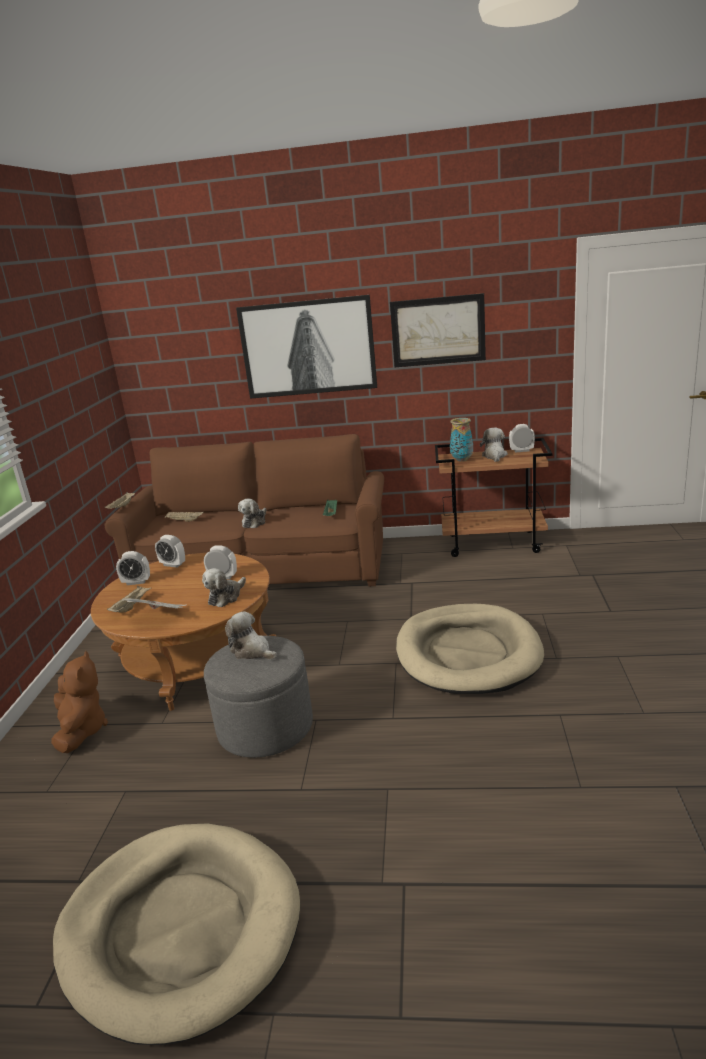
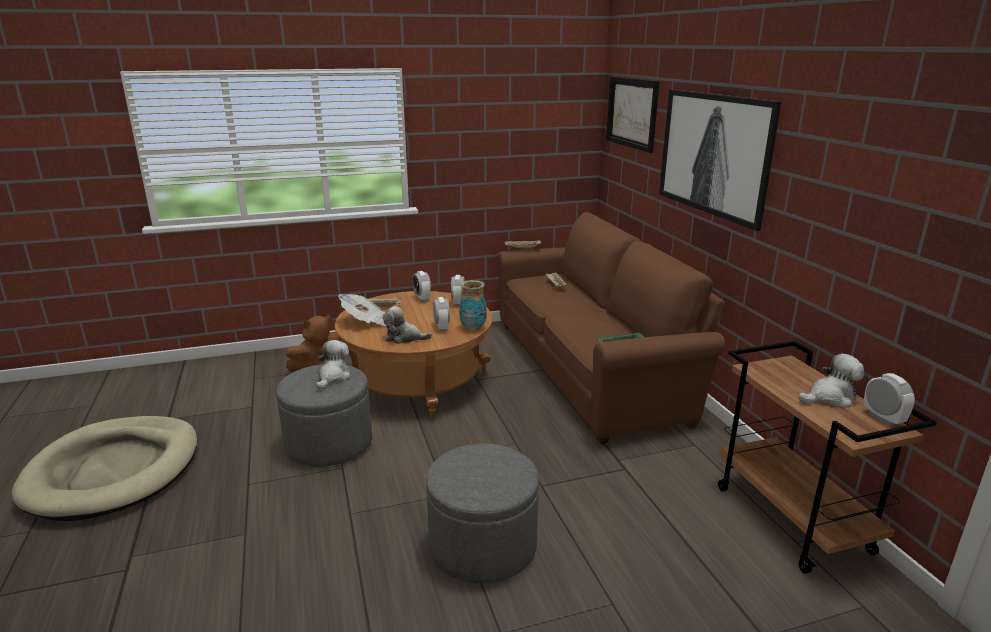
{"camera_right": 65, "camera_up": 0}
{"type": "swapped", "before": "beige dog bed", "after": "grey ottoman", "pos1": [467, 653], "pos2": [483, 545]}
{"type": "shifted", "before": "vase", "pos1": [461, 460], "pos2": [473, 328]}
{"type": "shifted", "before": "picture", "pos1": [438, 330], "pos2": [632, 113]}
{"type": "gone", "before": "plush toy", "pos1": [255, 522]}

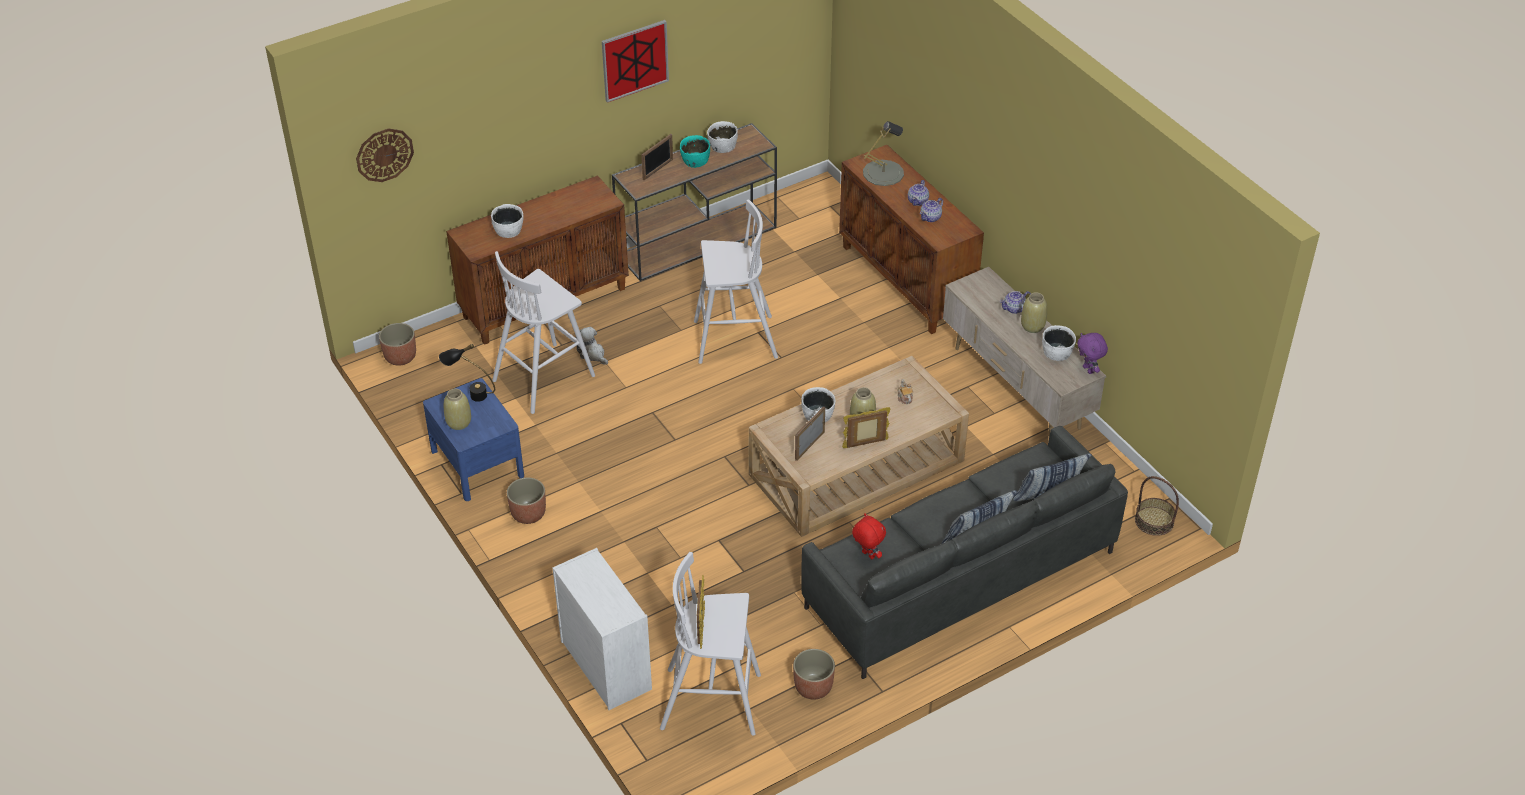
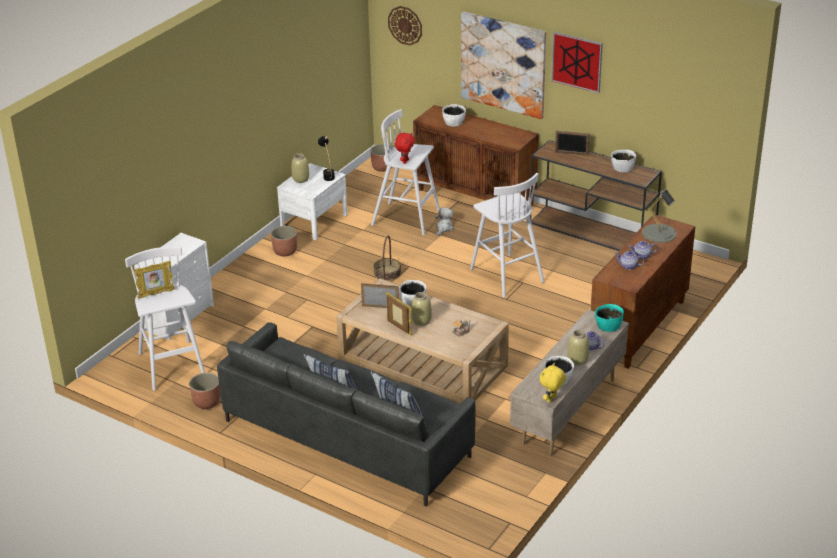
{"camera_right": 65, "camera_up": -10}
{"type": "repainted", "before": "blue nightstand", "after": "white nightstand", "pos1": [477, 463], "pos2": [314, 221]}
{"type": "shifted", "before": "basket", "pos1": [1154, 521], "pos2": [387, 273]}
{"type": "shifted", "before": "red plush toy", "pos1": [867, 555], "pos2": [405, 161]}
{"type": "new", "after": "picture", "pos2": [503, 64]}
{"type": "repainted", "before": "purple plush toy", "after": "yellow plush toy", "pos1": [1089, 369], "pos2": [552, 399]}
{"type": "shifted", "before": "turquoise bowl", "pos1": [695, 161], "pos2": [608, 326]}

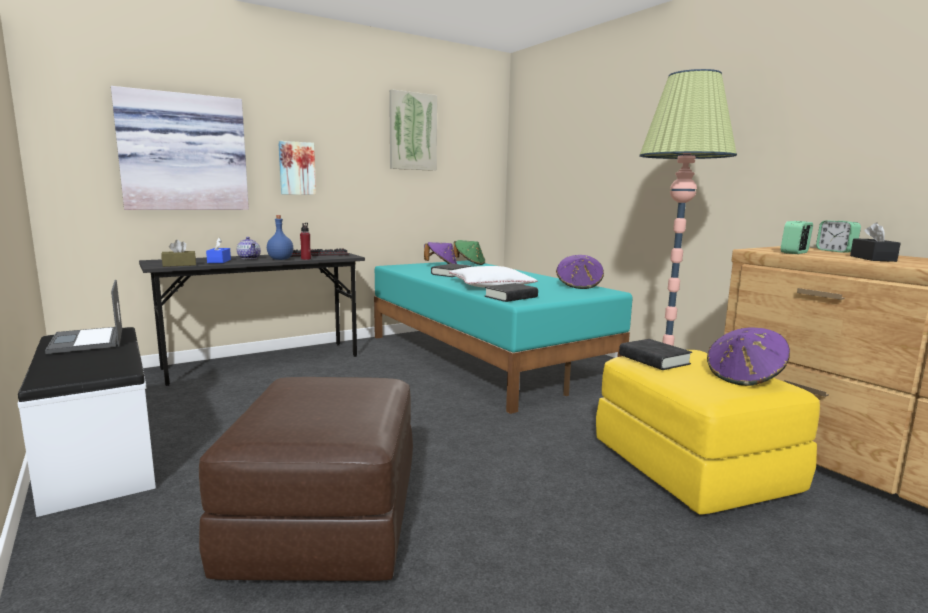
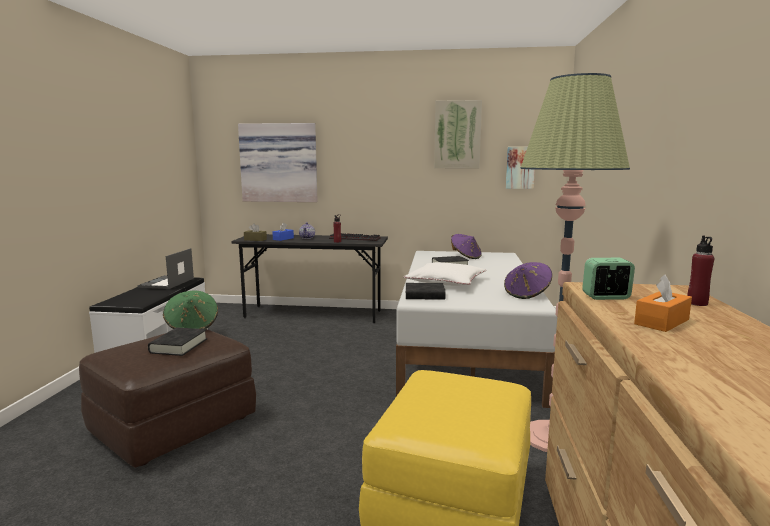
{"camera_right": 40, "camera_up": 0}
{"type": "shifted", "before": "black book", "pos1": [654, 360], "pos2": [178, 346]}
{"type": "shifted", "before": "green hat", "pos1": [469, 263], "pos2": [192, 326]}
{"type": "repainted", "before": "turquoise bed", "after": "white bed", "pos1": [484, 357], "pos2": [467, 347]}
{"type": "shifted", "before": "picture", "pos1": [296, 168], "pos2": [520, 167]}
{"type": "repainted", "before": "black tissue box", "after": "orange tissue box", "pos1": [872, 258], "pos2": [661, 322]}
{"type": "swapped", "before": "alarm clock", "after": "red bottle", "pos1": [835, 251], "pos2": [697, 303]}
{"type": "gone", "before": "blue bottle", "pos1": [280, 259]}
{"type": "gone", "before": "purple hat", "pos1": [744, 377]}

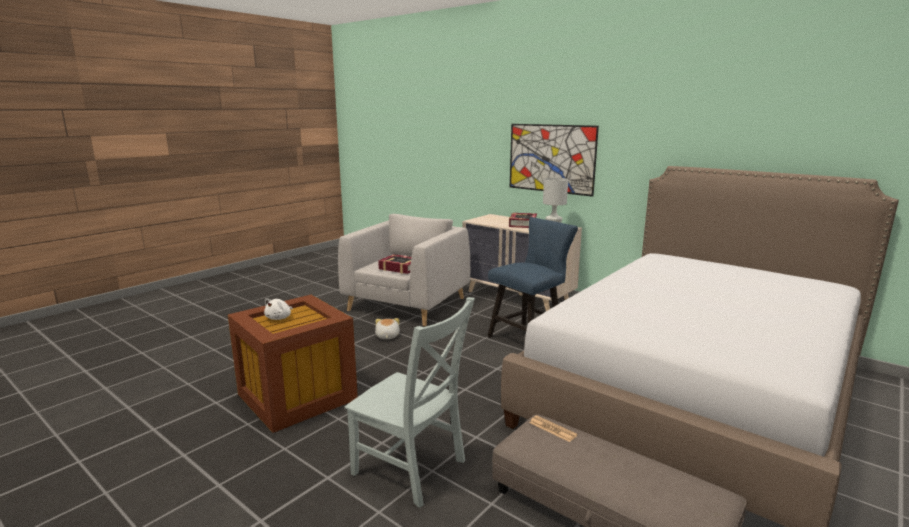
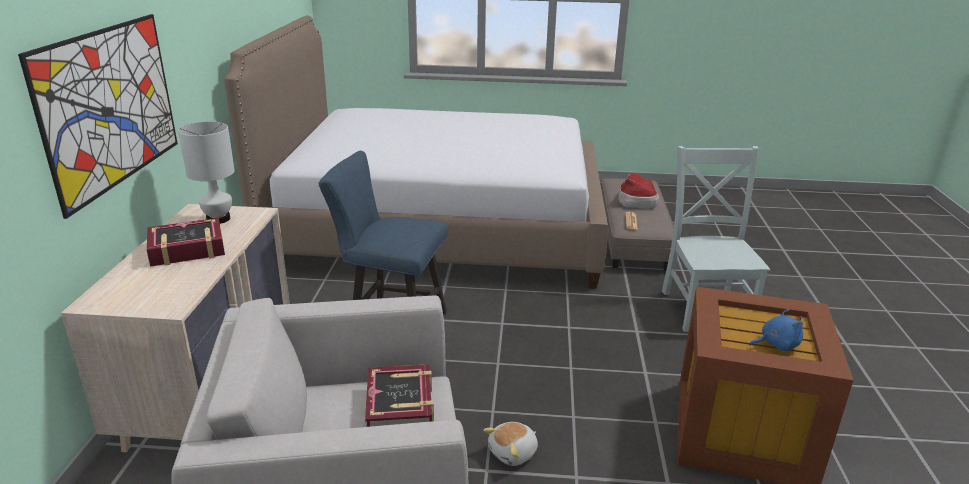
{"camera_right": -125, "camera_up": 10}
{"type": "new", "after": "hat", "pos2": [636, 201]}
{"type": "repainted", "before": "white plush toy", "after": "blue plush toy", "pos1": [279, 318], "pos2": [776, 344]}

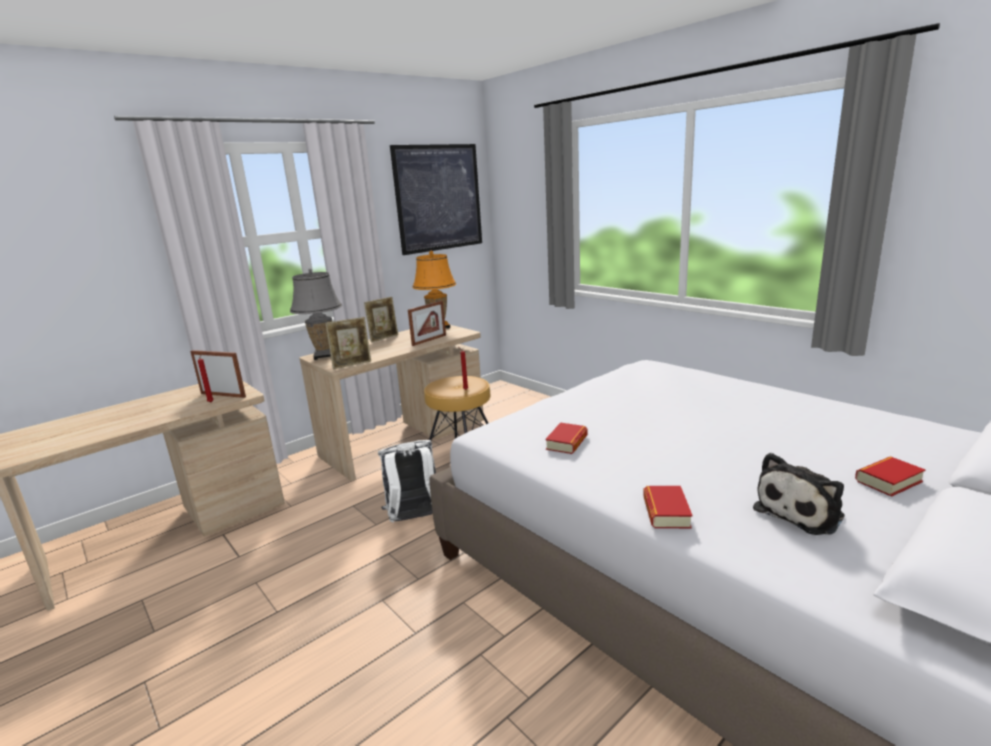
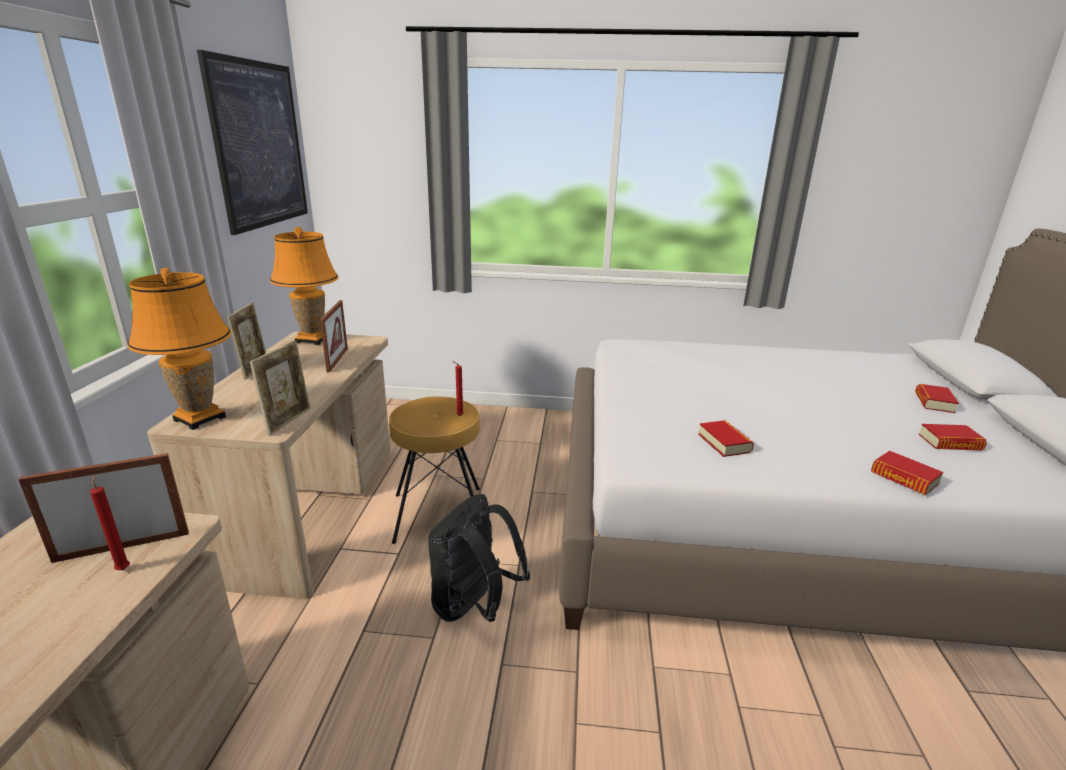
{"camera_right": -45, "camera_up": 5}
{"type": "repainted", "before": "grey table lamp", "after": "orange table lamp", "pos1": [324, 356], "pos2": [199, 418]}
{"type": "repainted", "before": "white backpack", "after": "black backpack", "pos1": [414, 520], "pos2": [473, 606]}
{"type": "swapped", "before": "plush toy", "after": "book", "pos1": [801, 511], "pos2": [950, 442]}

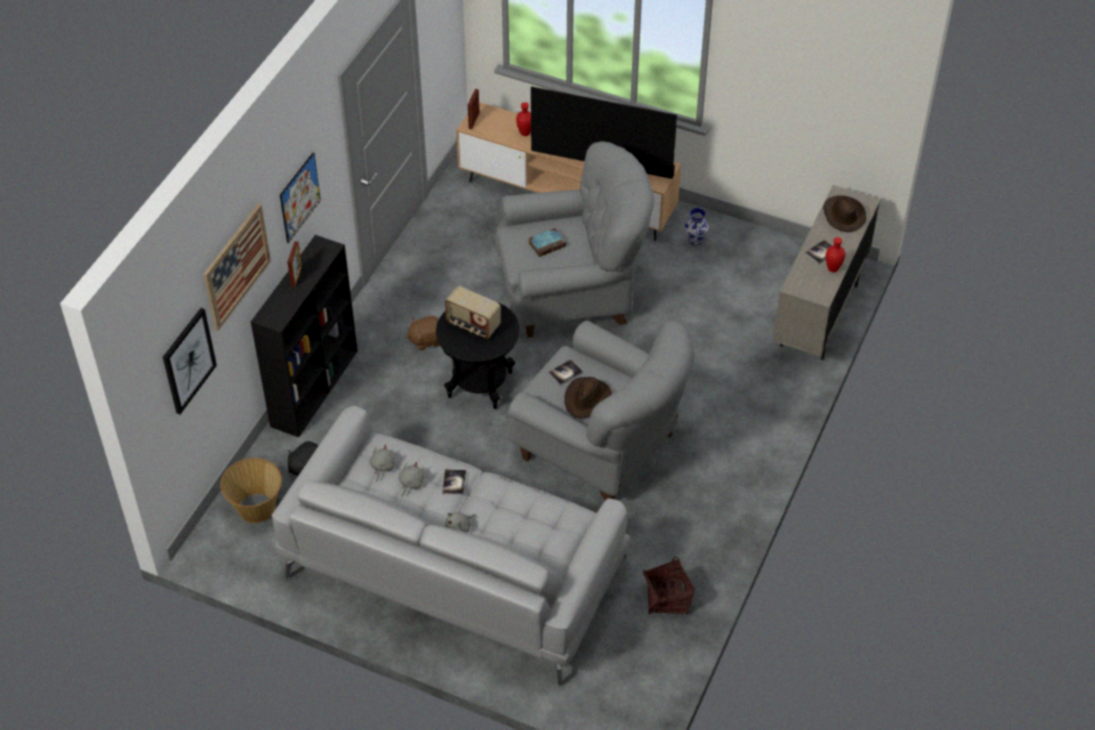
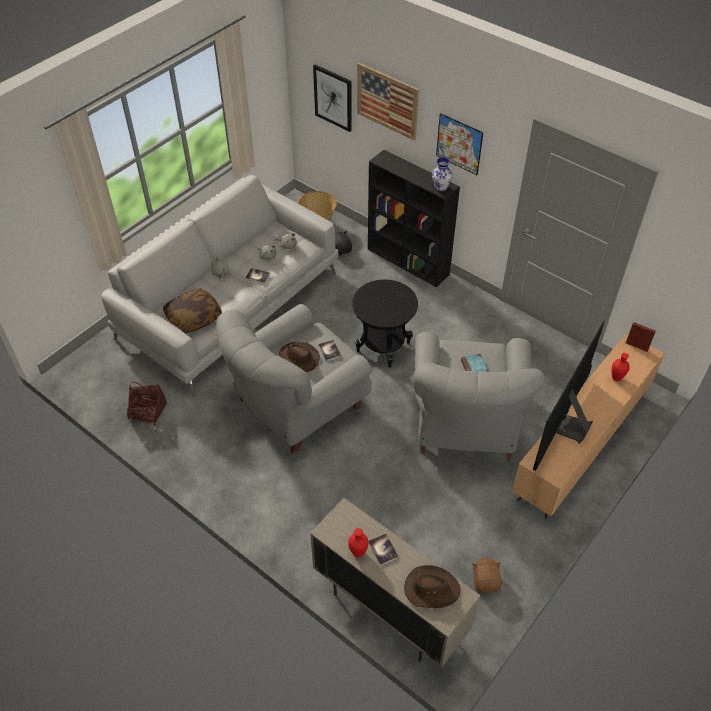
{"camera_right": 105, "camera_up": 0}
{"type": "new", "after": "pillow", "pos2": [194, 317]}
{"type": "shifted", "before": "vase", "pos1": [695, 240], "pos2": [440, 188]}
{"type": "shifted", "before": "brown plush toy", "pos1": [426, 340], "pos2": [486, 581]}
{"type": "gone", "before": "picture frame", "pos1": [296, 276]}
{"type": "gone", "before": "radio", "pos1": [473, 325]}

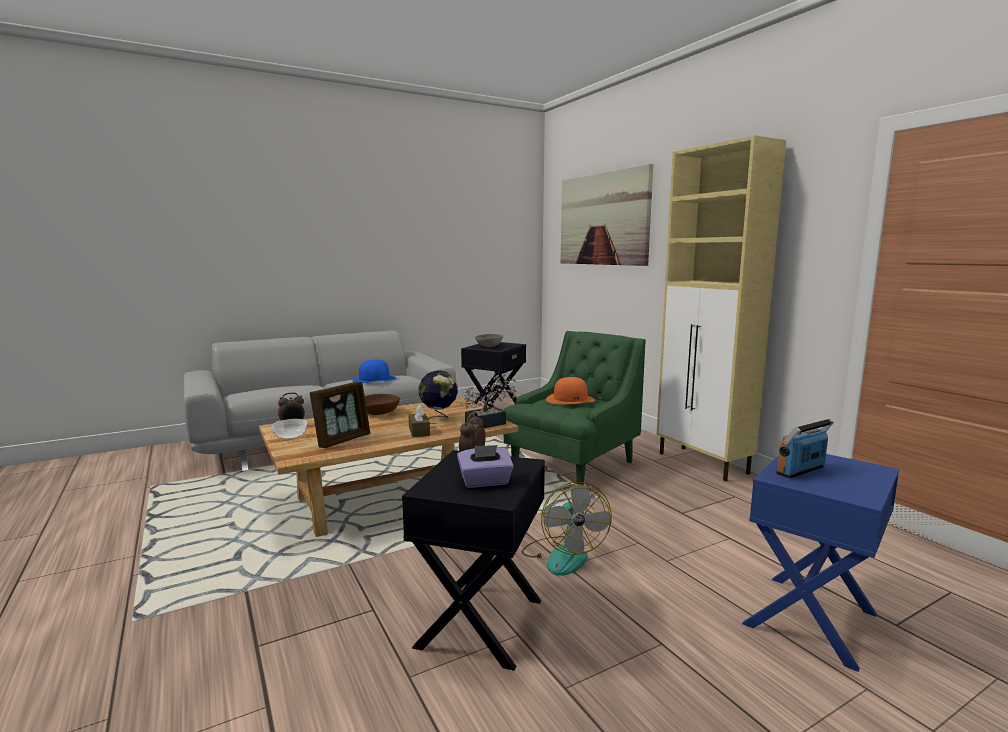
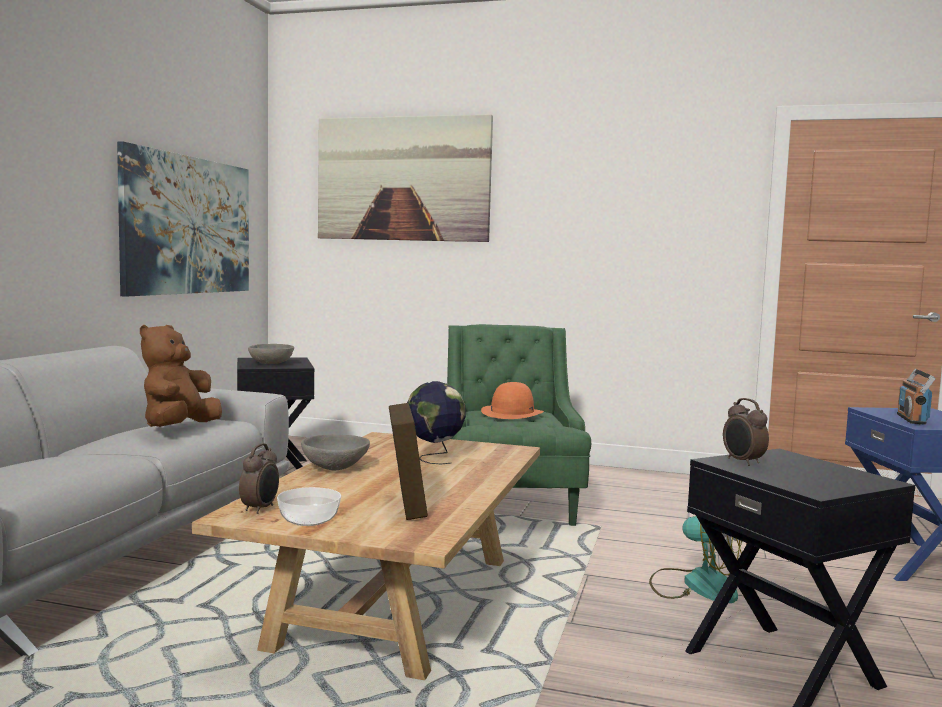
{"camera_right": -45, "camera_up": -5}
{"type": "new", "after": "picture", "pos2": [188, 225]}
{"type": "swapped", "before": "blue hat", "after": "brown plush toy", "pos1": [374, 379], "pos2": [179, 428]}
{"type": "repainted", "before": "brown bowl", "after": "grey bowl", "pos1": [379, 413], "pos2": [335, 468]}
{"type": "gone", "before": "brown tissue box", "pos1": [419, 431]}
{"type": "gone", "before": "purple tissue box", "pos1": [485, 482]}
{"type": "gone", "before": "potted plant", "pos1": [490, 423]}
{"type": "gone", "before": "beige cabinet", "pos1": [703, 463]}

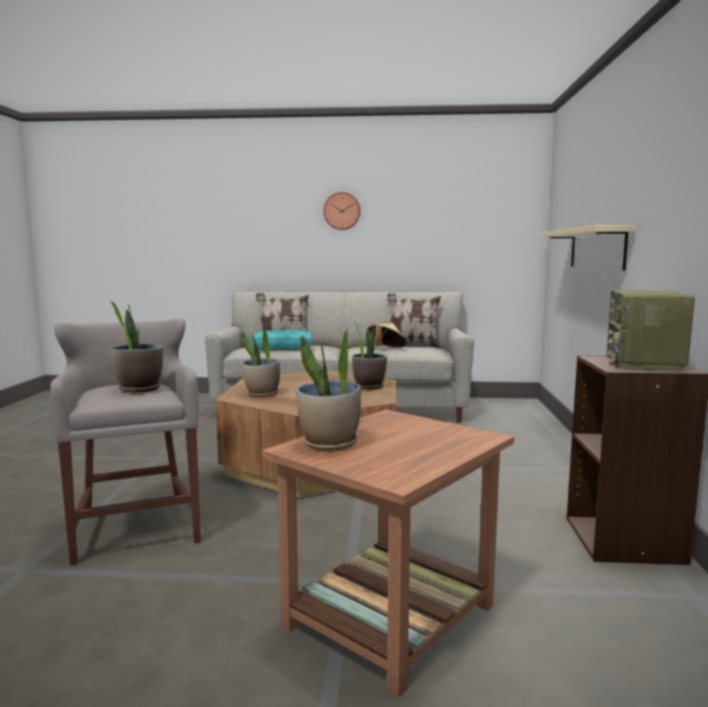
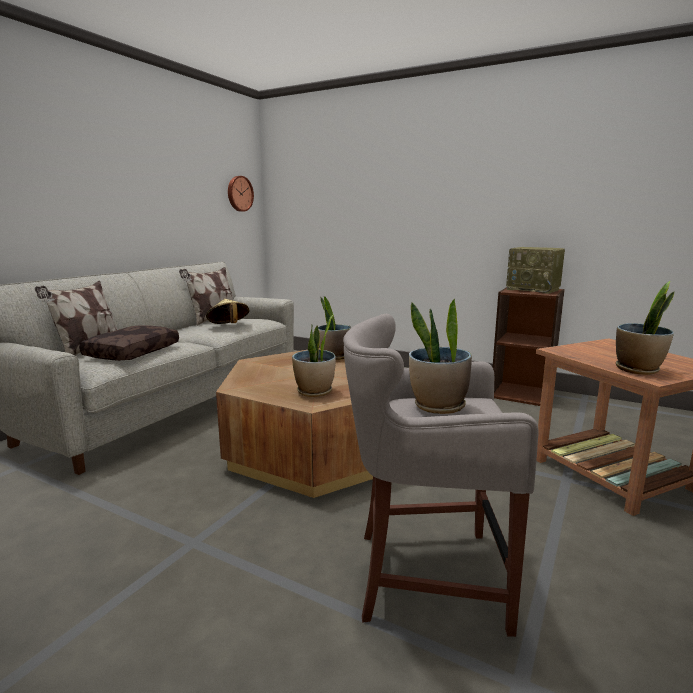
{"camera_right": -65, "camera_up": 5}
{"type": "repainted", "before": "turquoise pillow", "after": "brown pillow", "pos1": [283, 348], "pos2": [132, 352]}
{"type": "shifted", "before": "wall clock", "pos1": [342, 211], "pos2": [239, 193]}
{"type": "gone", "before": "beige shelf", "pos1": [596, 248]}

